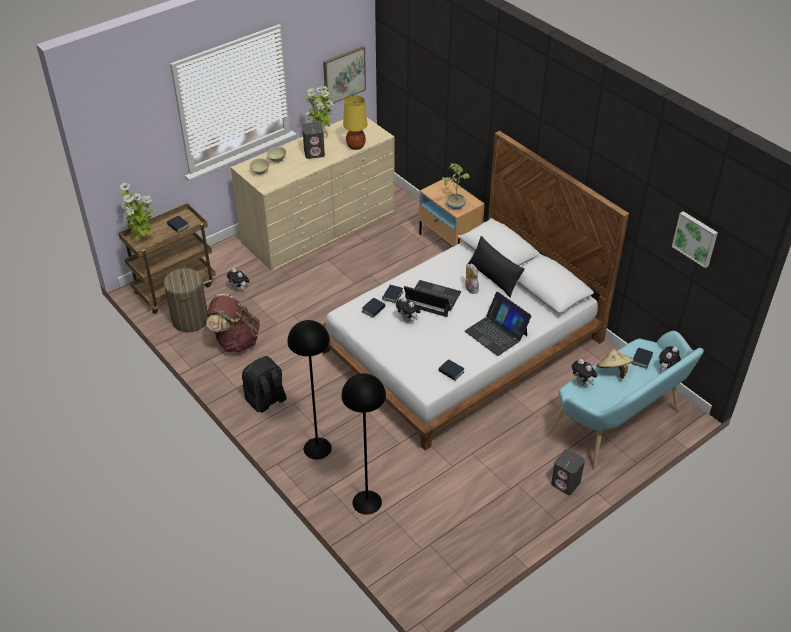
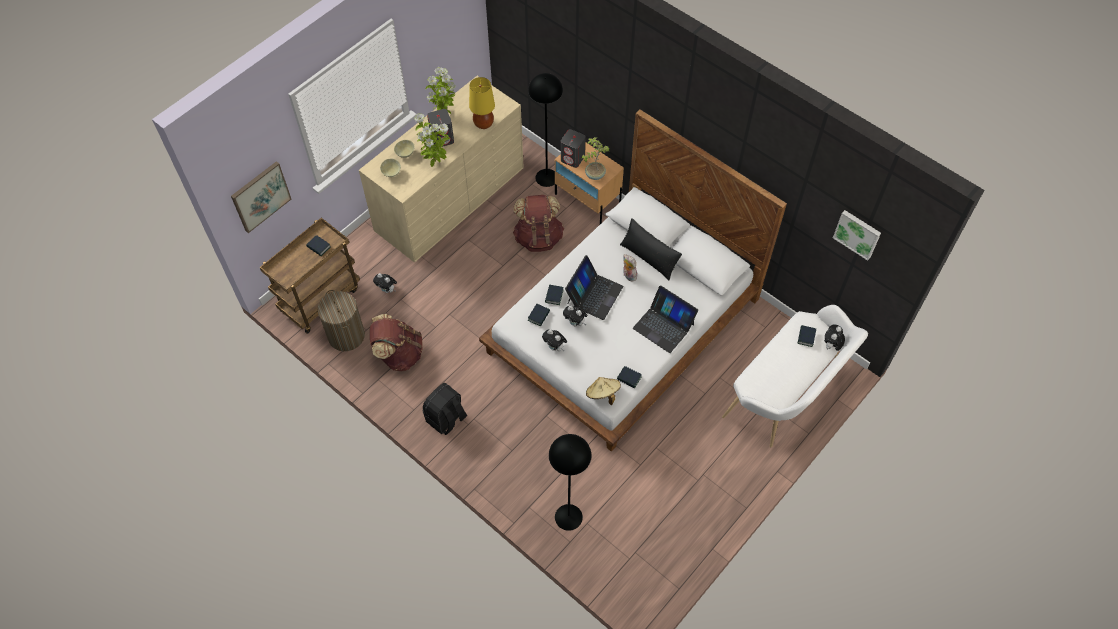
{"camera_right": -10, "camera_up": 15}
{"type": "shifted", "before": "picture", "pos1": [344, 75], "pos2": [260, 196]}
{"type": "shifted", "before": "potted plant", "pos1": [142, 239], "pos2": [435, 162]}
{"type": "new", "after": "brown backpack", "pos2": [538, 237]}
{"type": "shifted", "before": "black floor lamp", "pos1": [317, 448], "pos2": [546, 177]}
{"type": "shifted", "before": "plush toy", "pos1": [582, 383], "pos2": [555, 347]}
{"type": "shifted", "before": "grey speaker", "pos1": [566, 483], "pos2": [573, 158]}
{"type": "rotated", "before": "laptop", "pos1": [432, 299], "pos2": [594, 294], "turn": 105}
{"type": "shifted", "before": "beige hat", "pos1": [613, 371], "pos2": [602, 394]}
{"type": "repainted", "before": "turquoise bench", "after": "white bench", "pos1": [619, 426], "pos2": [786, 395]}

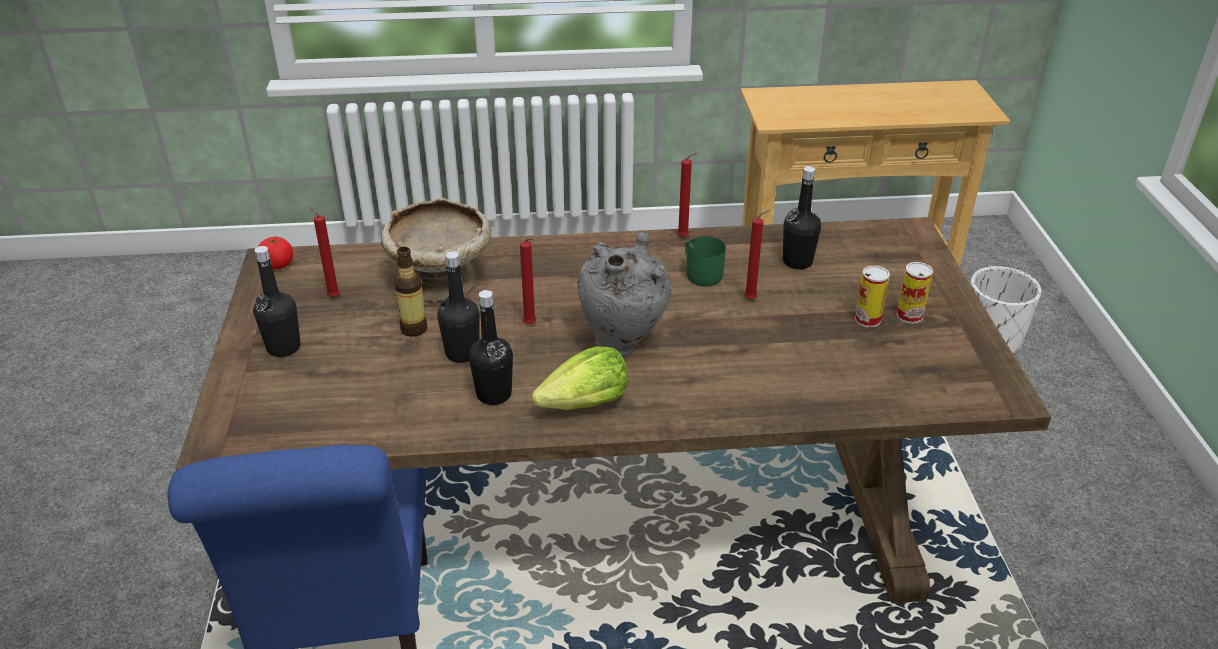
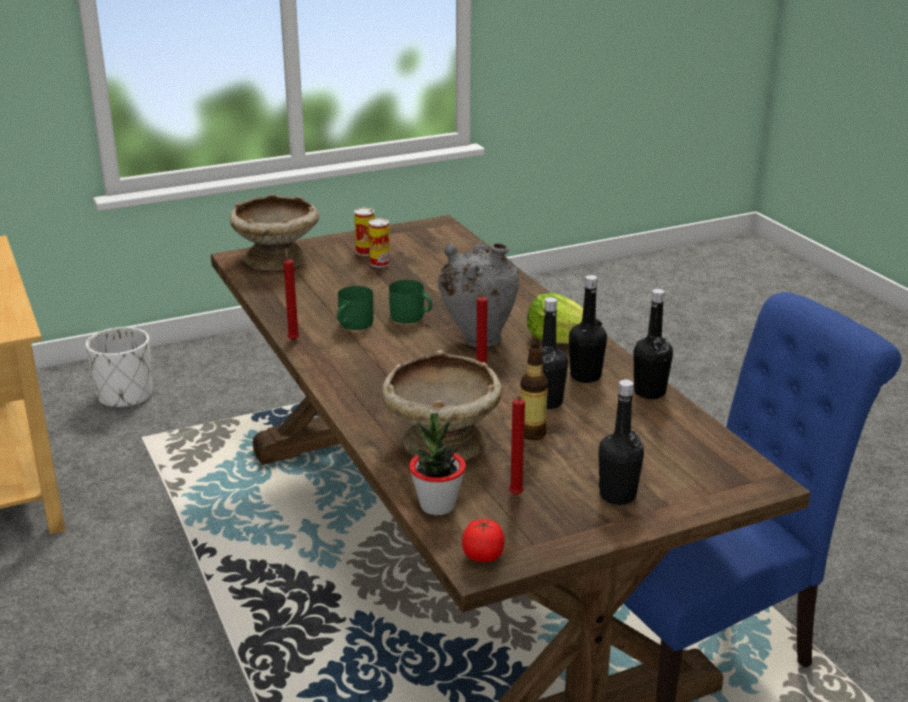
{"camera_right": -110, "camera_up": -10}
{"type": "new", "after": "beige bowl", "pos2": [277, 258]}
{"type": "new", "after": "green mug", "pos2": [411, 317]}
{"type": "new", "after": "potted plant", "pos2": [437, 506]}
{"type": "shifted", "before": "black bottle", "pos1": [797, 262], "pos2": [649, 392]}
{"type": "gone", "before": "red candle", "pos1": [752, 299]}

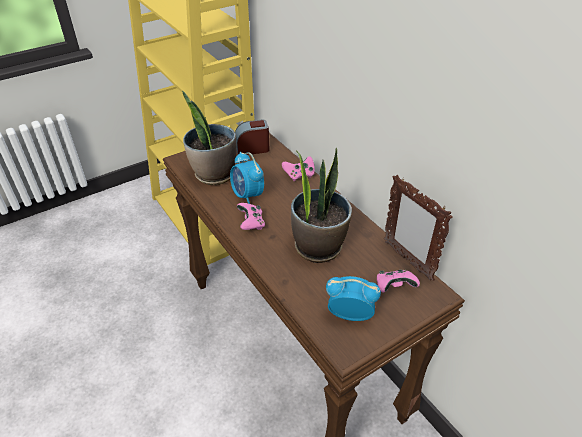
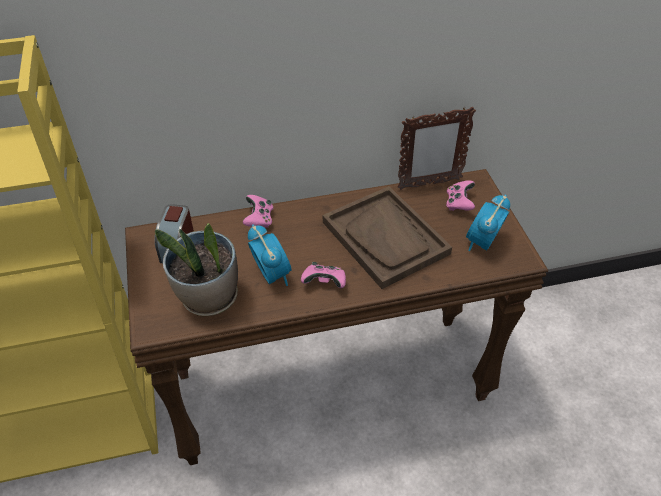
{"camera_right": -70, "camera_up": 5}
{"type": "rotated", "before": "alarm clock", "pos1": [247, 195], "pos2": [271, 274], "turn": -105}
{"type": "swapped", "before": "potted plant", "after": "brown tray", "pos1": [318, 246], "pos2": [385, 238]}

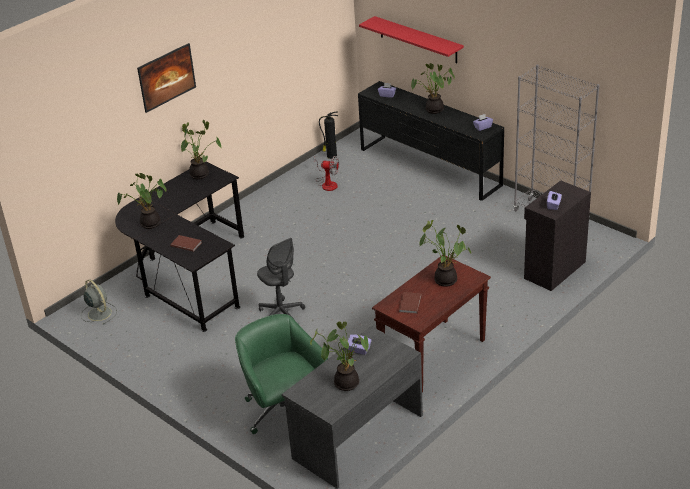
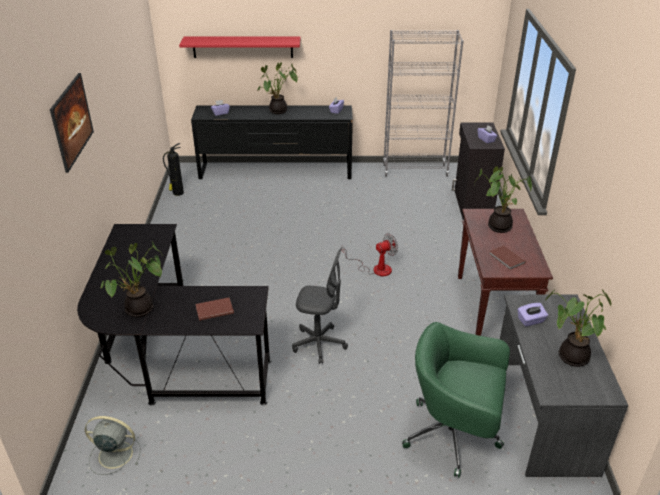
{"camera_right": -45, "camera_up": 0}
{"type": "shifted", "before": "fan", "pos1": [327, 183], "pos2": [375, 269]}
{"type": "gone", "before": "potted plant", "pos1": [201, 174]}

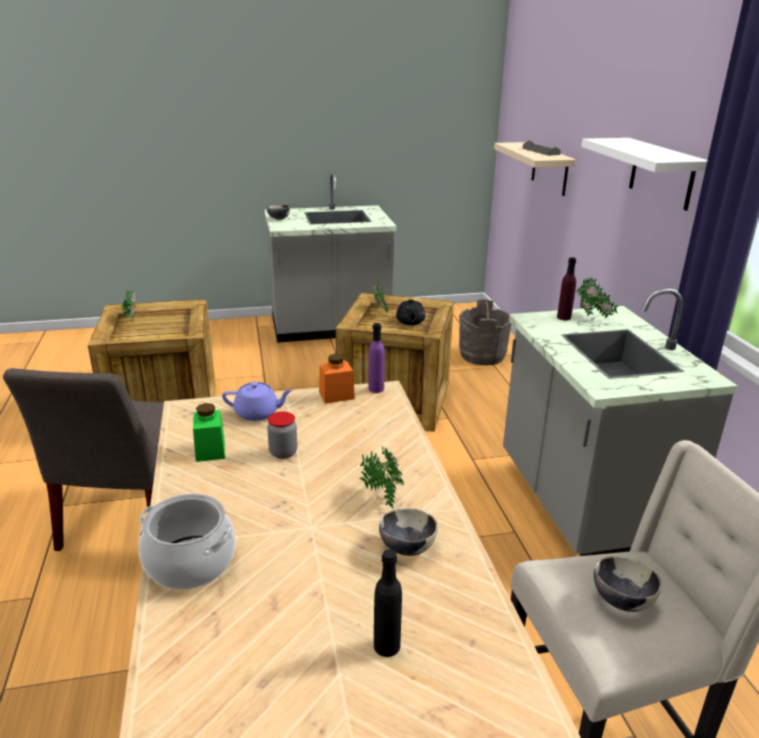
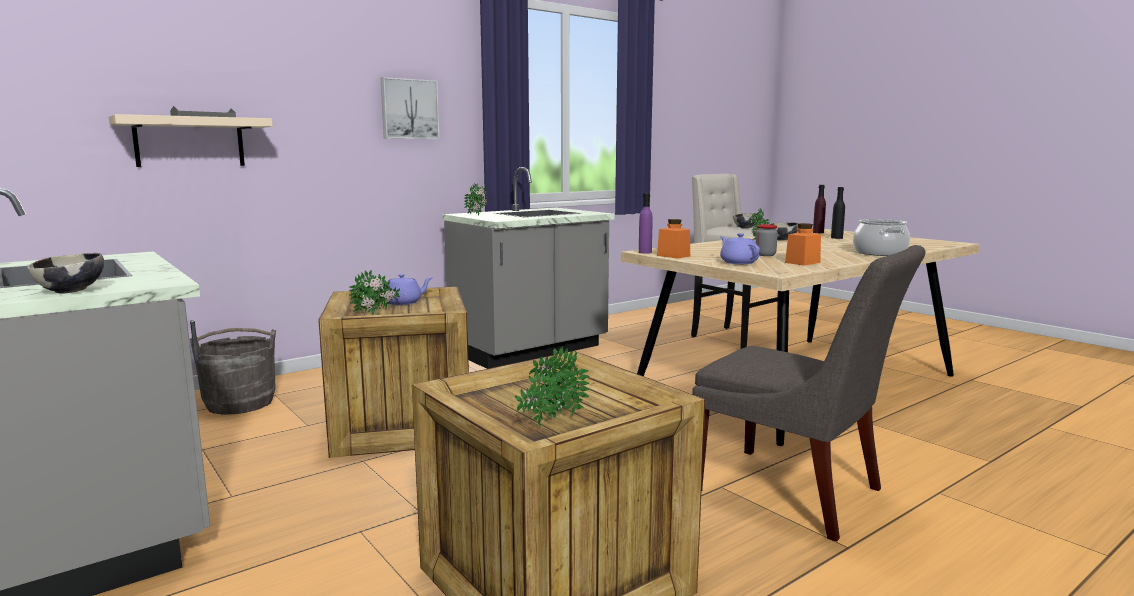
{"camera_right": -115, "camera_up": -15}
{"type": "swapped", "before": "white shelf", "after": "picture", "pos1": [661, 173], "pos2": [409, 109]}
{"type": "repainted", "before": "black teapot", "after": "purple teapot", "pos1": [410, 321], "pos2": [404, 302]}
{"type": "rotated", "before": "grey chair", "pos1": [127, 520], "pos2": [794, 493], "turn": 60}
{"type": "repainted", "before": "green jar", "after": "orange jar", "pos1": [210, 450], "pos2": [802, 262]}
{"type": "shifted", "before": "purple bottle", "pos1": [564, 317], "pos2": [818, 232]}

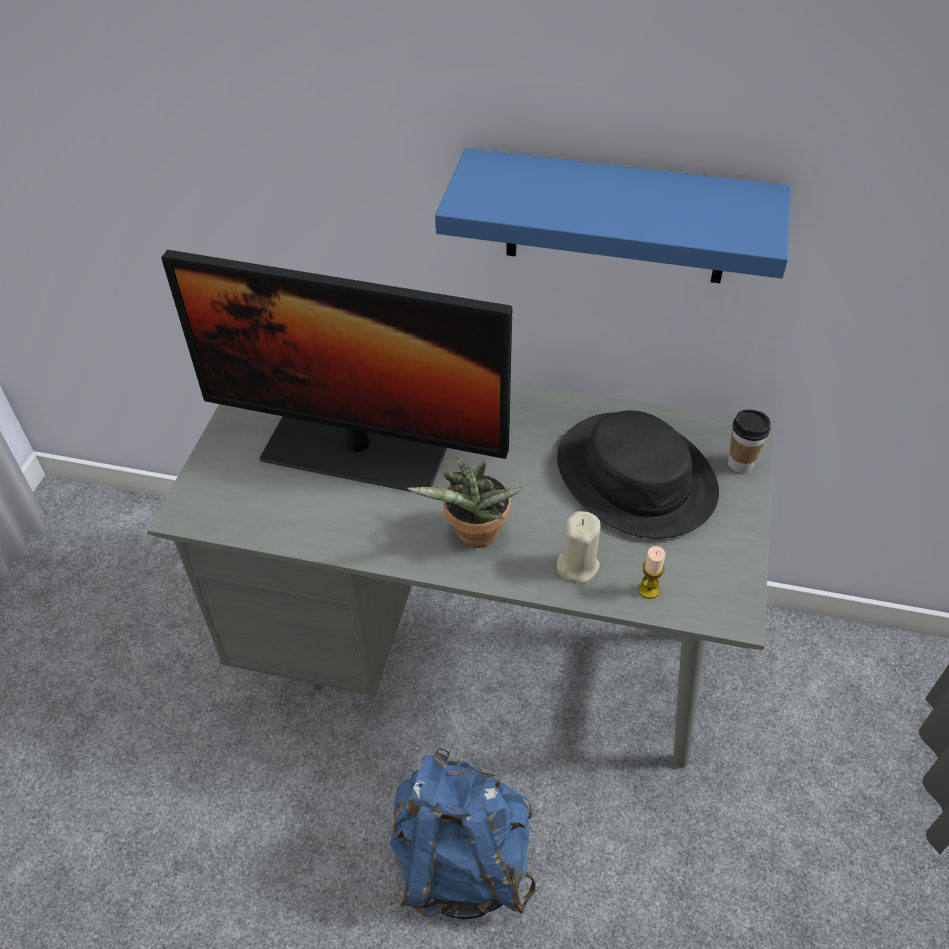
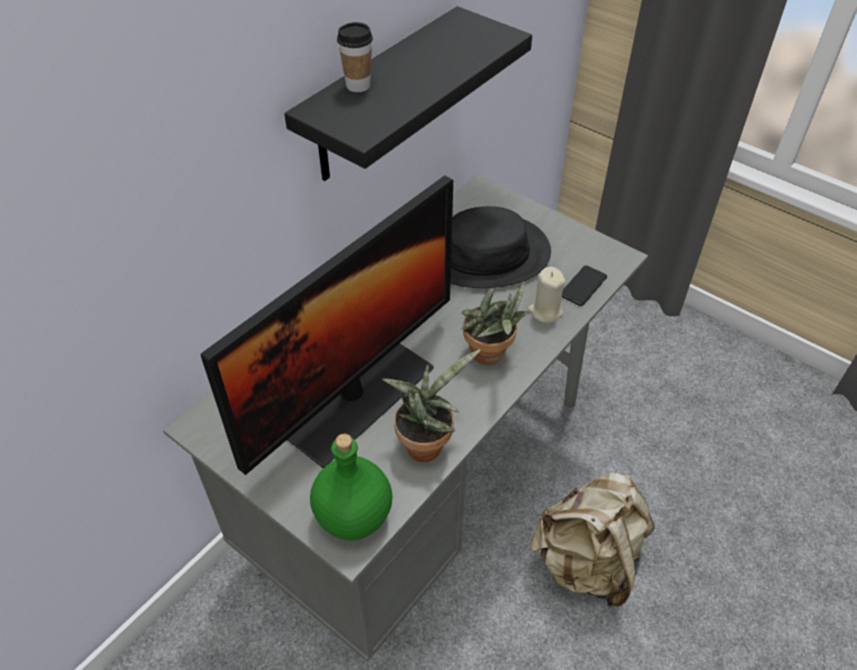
{"camera_right": -65, "camera_up": 0}
{"type": "repainted", "before": "blue shelf", "after": "black shelf", "pos1": [617, 218], "pos2": [379, 98]}
{"type": "new", "after": "green bottle", "pos2": [354, 517]}
{"type": "shifted", "before": "cup", "pos1": [740, 464], "pos2": [358, 85]}
{"type": "new", "after": "potted plant", "pos2": [426, 443]}
{"type": "repainted", "before": "blue backpack", "after": "beige backpack", "pos1": [461, 861], "pos2": [587, 562]}
{"type": "swapped", "before": "candle", "after": "phone", "pos1": [648, 590], "pos2": [583, 286]}

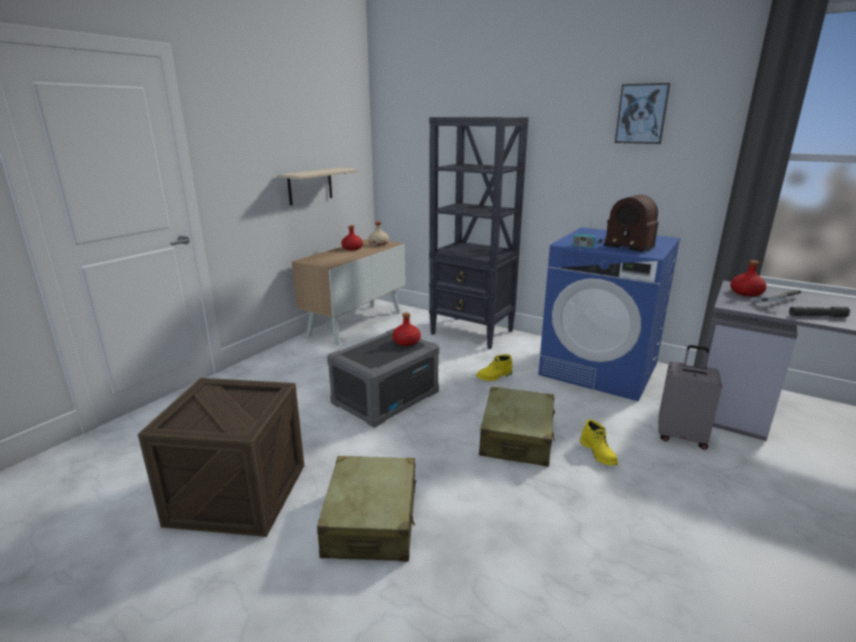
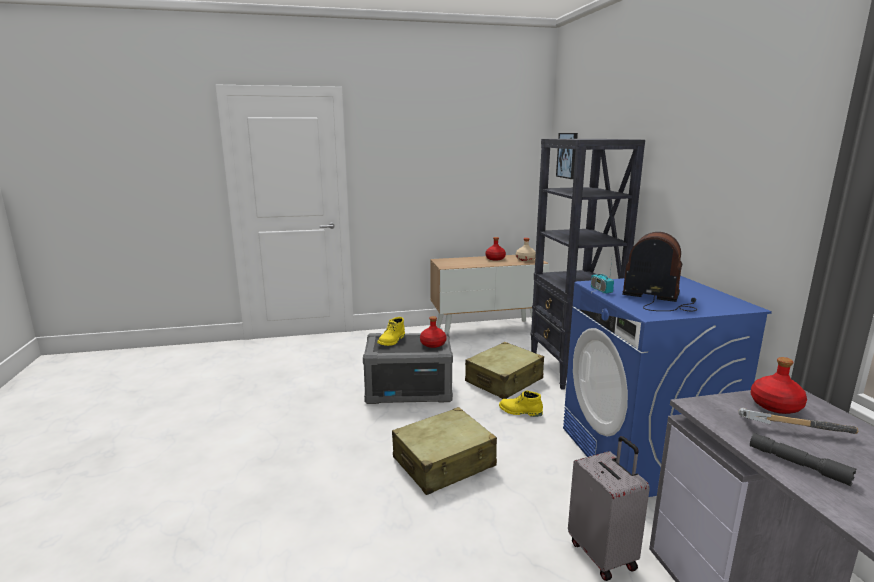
{"camera_right": 45, "camera_up": -5}
{"type": "shifted", "before": "yellow boot", "pos1": [598, 453], "pos2": [392, 341]}
{"type": "shifted", "before": "beige suitcase", "pos1": [371, 521], "pos2": [504, 381]}
{"type": "shifted", "before": "picture", "pos1": [641, 114], "pos2": [567, 155]}
{"type": "rotated", "before": "radio", "pos1": [626, 244], "pos2": [658, 300], "turn": 120}
{"type": "gone", "before": "crate", "pos1": [238, 494]}
{"type": "gone", "before": "beige shelf", "pos1": [310, 186]}

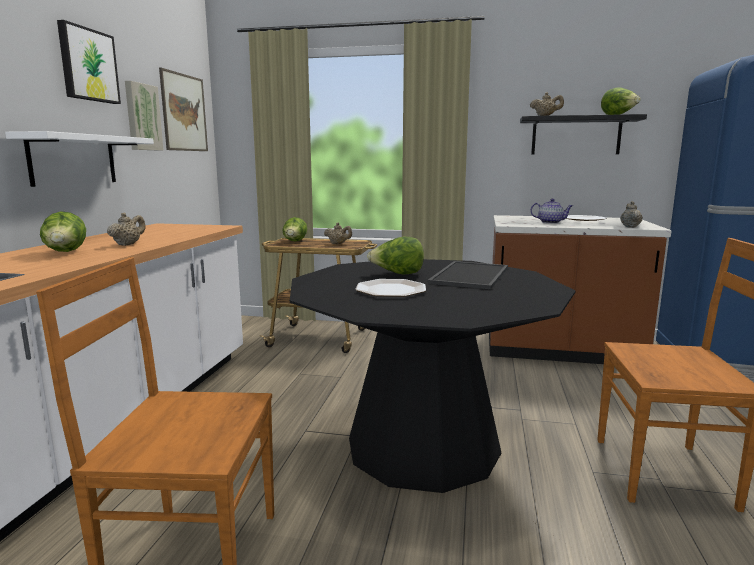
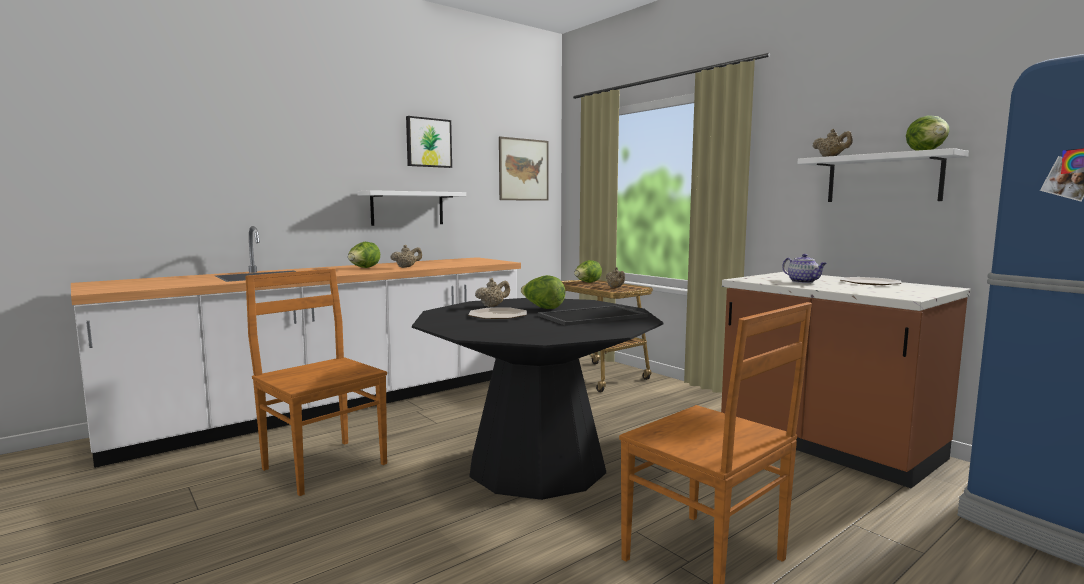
{"camera_right": 40, "camera_up": -5}
{"type": "shifted", "before": "beige teapot", "pos1": [630, 227], "pos2": [492, 306]}
{"type": "repainted", "before": "black shelf", "after": "white shelf", "pos1": [576, 136], "pos2": [883, 178]}
{"type": "gone", "before": "picture", "pos1": [142, 117]}

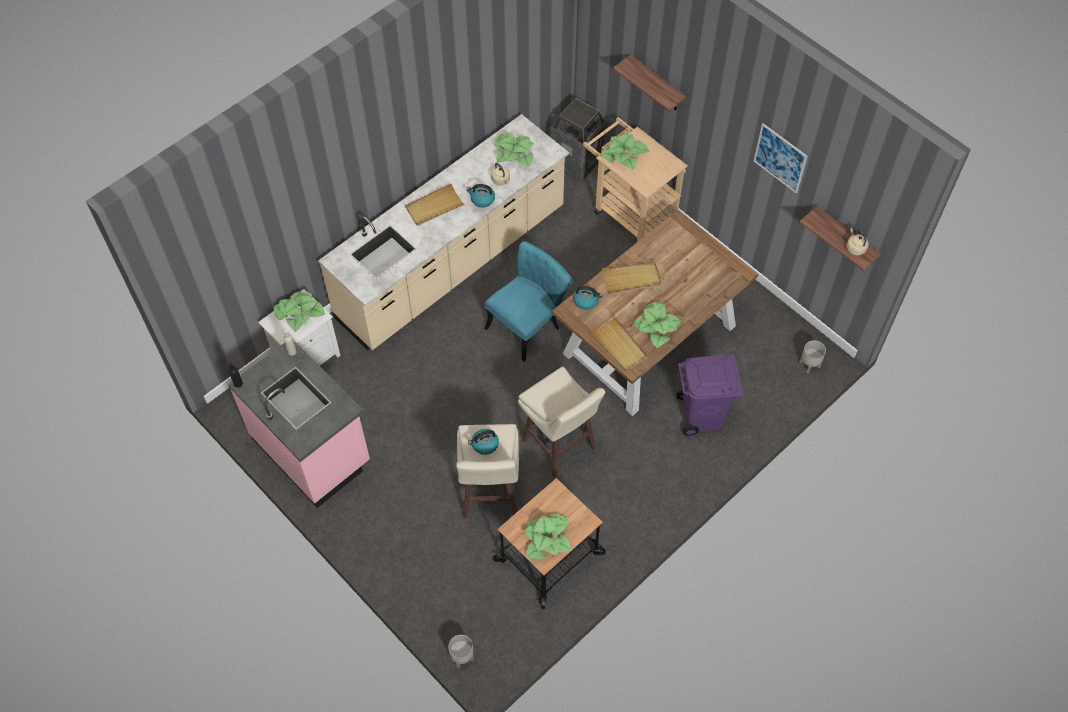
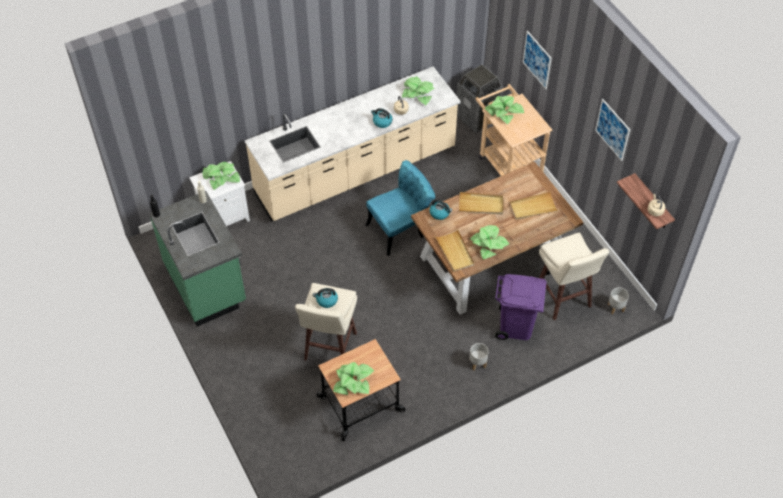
{"camera_right": 15, "camera_up": -5}
{"type": "repainted", "before": "pink counter", "after": "green counter", "pos1": [312, 450], "pos2": [206, 284]}
{"type": "shifted", "before": "grey planter", "pos1": [462, 657], "pos2": [477, 363]}
{"type": "shifted", "before": "beige tray", "pos1": [434, 207], "pos2": [533, 207]}
{"type": "swapped", "before": "shelf", "after": "picture", "pos1": [657, 85], "pos2": [537, 59]}
{"type": "shifted", "before": "beige stool", "pos1": [559, 446], "pos2": [563, 299]}

